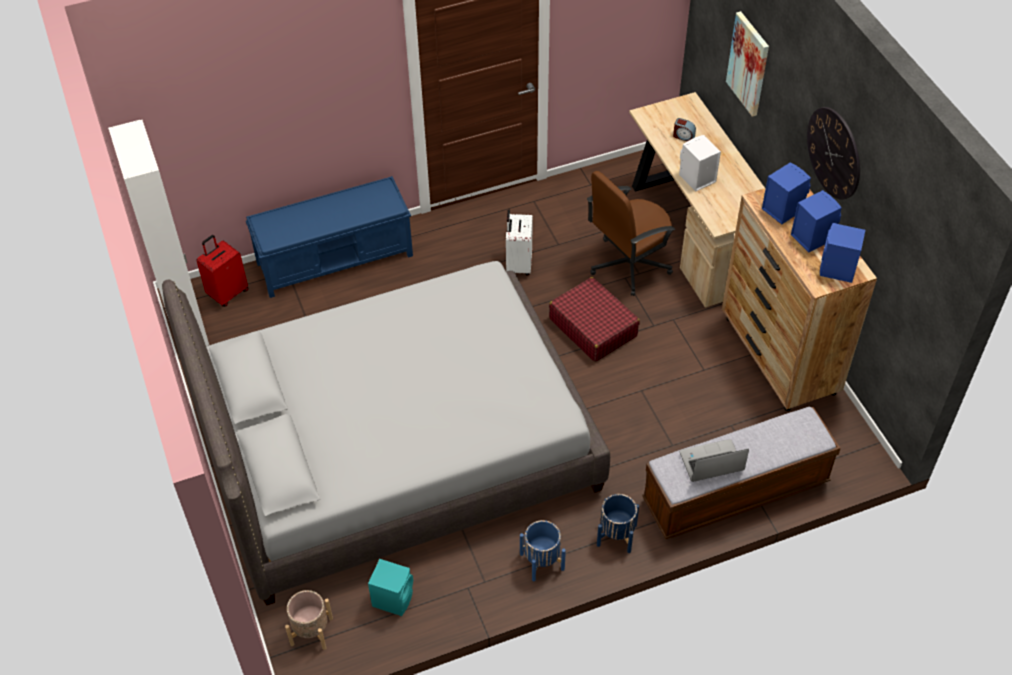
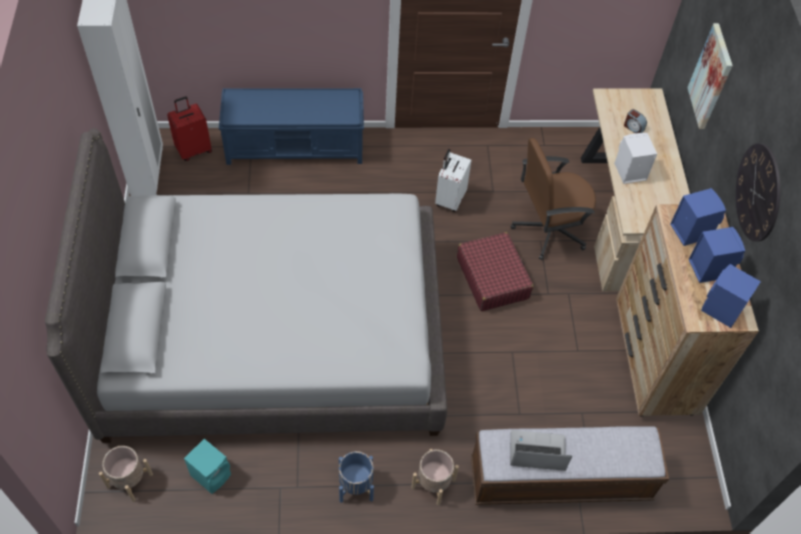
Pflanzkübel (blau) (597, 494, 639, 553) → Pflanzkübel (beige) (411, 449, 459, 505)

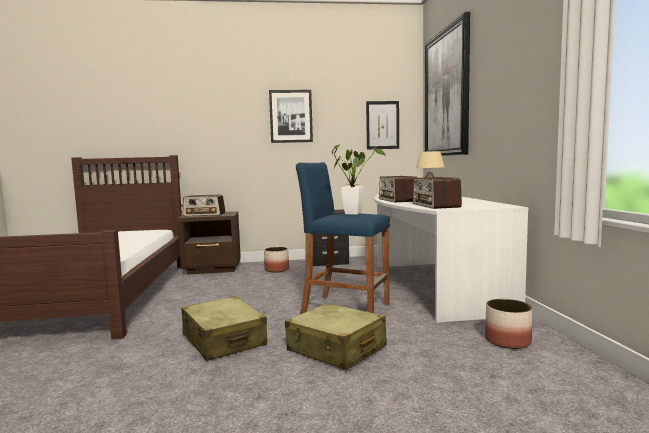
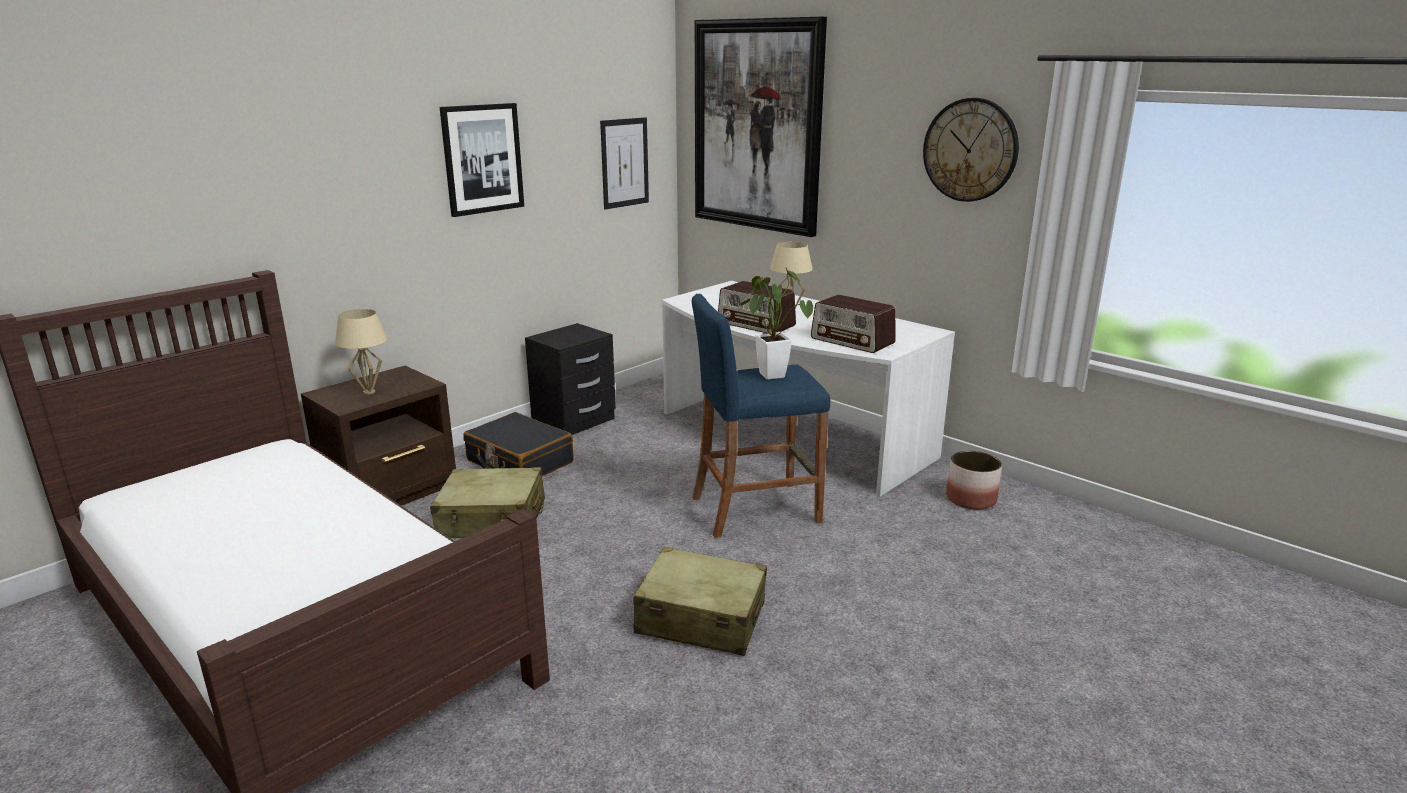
- → Wanduhr (923, 98, 1019, 202)
Koffer (beige) (285, 303, 387, 370) → Koffer (beige) (430, 467, 545, 538), shifted
Radio (183, 195, 225, 216) → Tischlampe (beige) (335, 309, 387, 394)
Pflanzkübel (264, 247, 289, 273) → Koffer (schwarz) (463, 412, 574, 476)

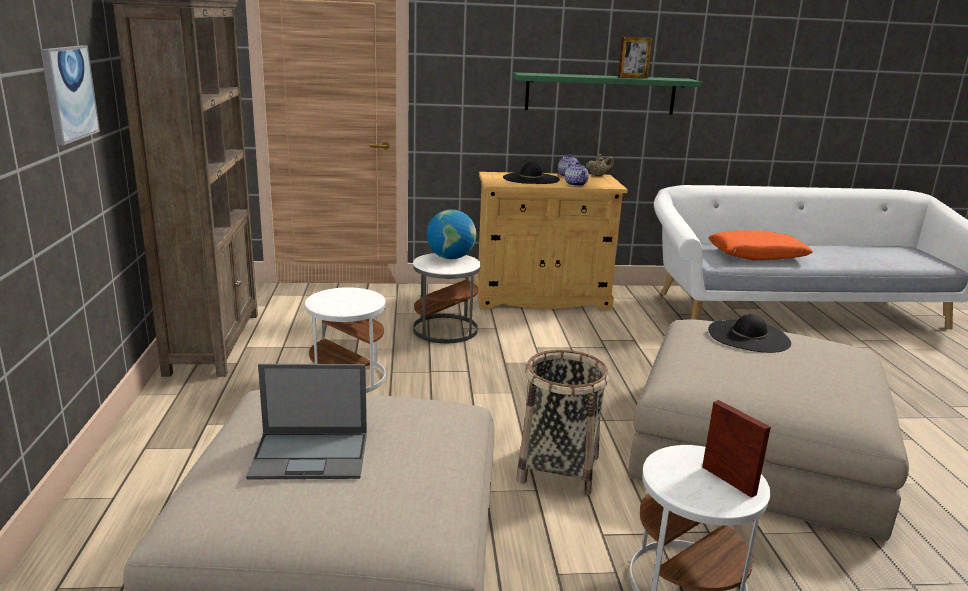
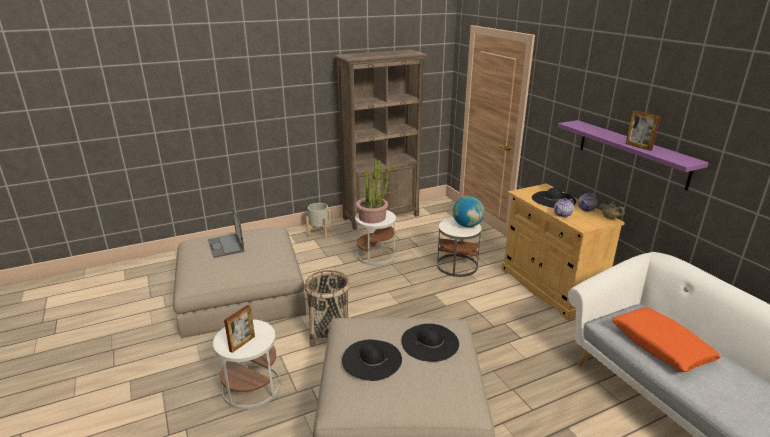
Bild (41, 45, 100, 146) → -
- → Pflanzkübel (grau) (306, 203, 331, 238)
- → Hut (schwarz) (342, 340, 402, 381)
- → Topfpflanze (356, 160, 393, 223)
Wandregal (grün) (513, 72, 701, 114) → Wandregal (lila) (558, 120, 709, 191)

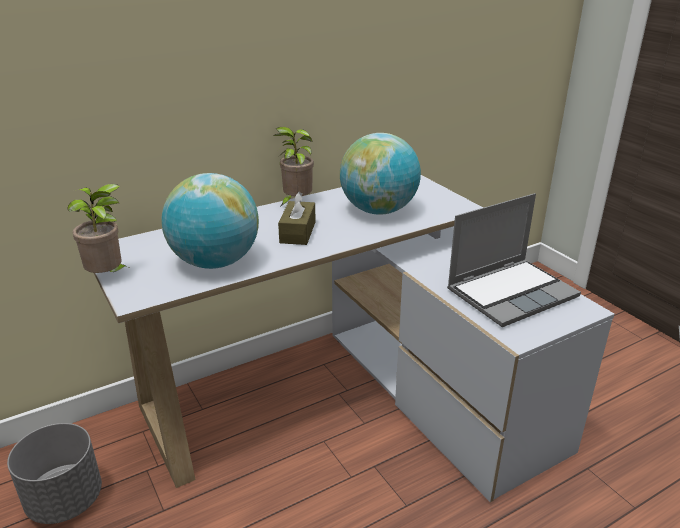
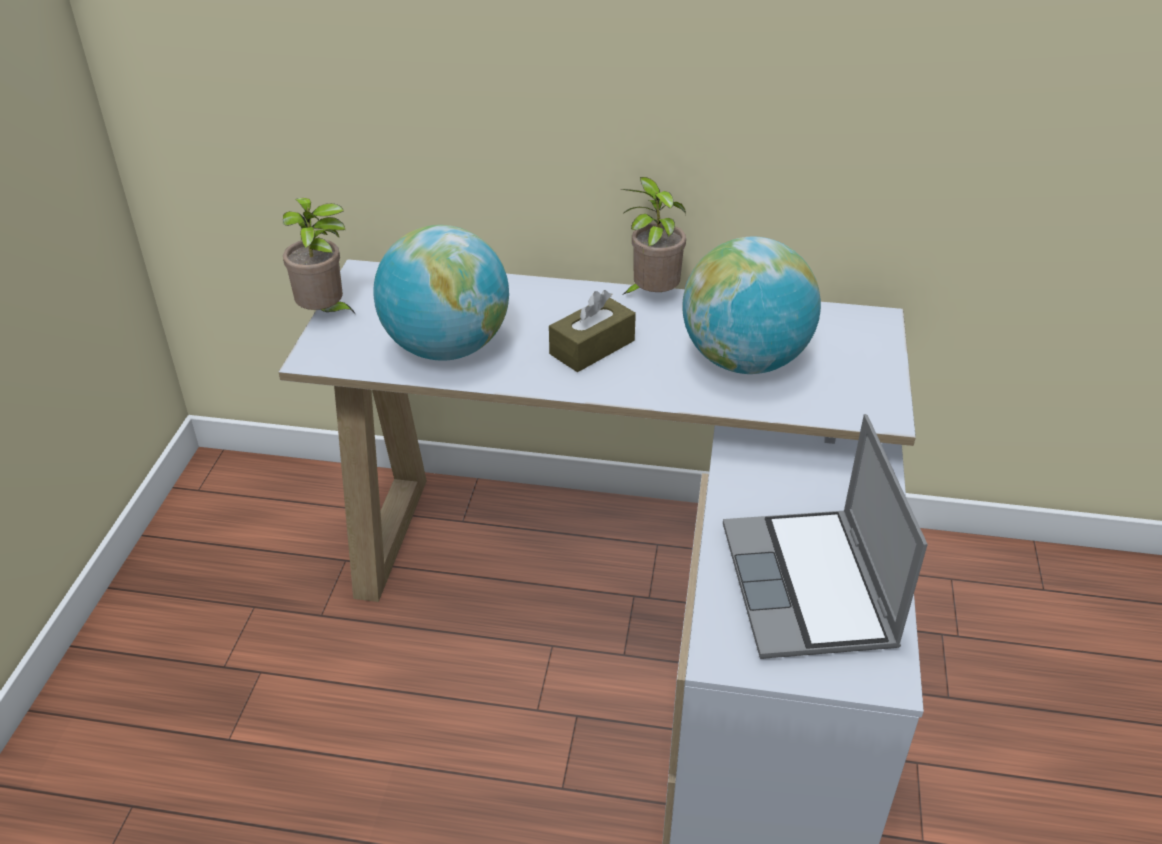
Pflanzkübel (grau) (7, 423, 102, 524) → -
Laptop (447, 193, 581, 327) → Laptop (723, 414, 928, 659), 75 degrees clockwise

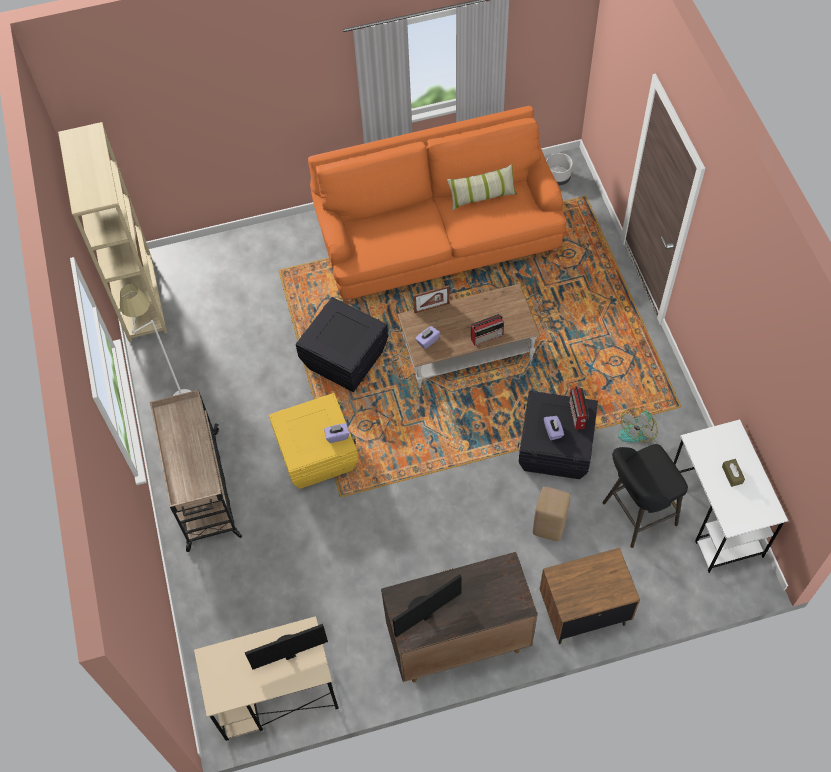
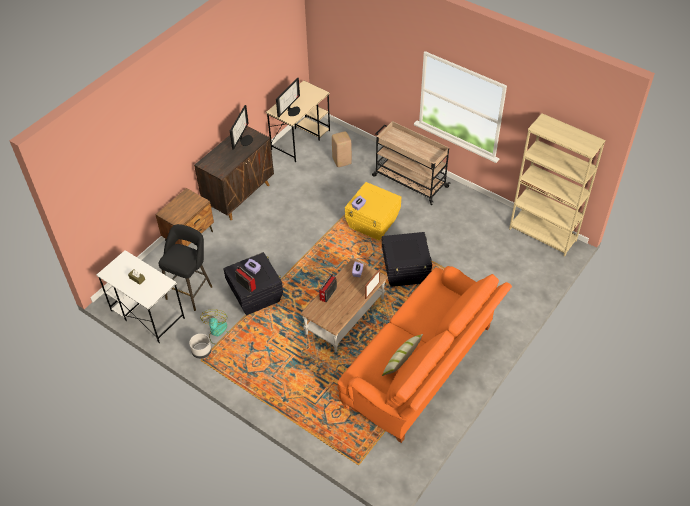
Stehlampe (weiß) (120, 284, 191, 396) → -
Hocker (beige) (533, 487, 571, 541) → Hocker (beige) (332, 131, 352, 167), shifted
Pflanzkübel (grau) (546, 153, 573, 186) → Pflanzkübel (grau) (189, 334, 212, 359), shifted

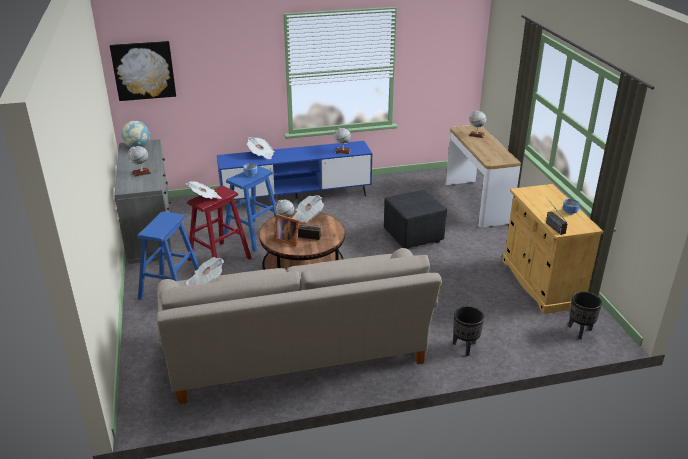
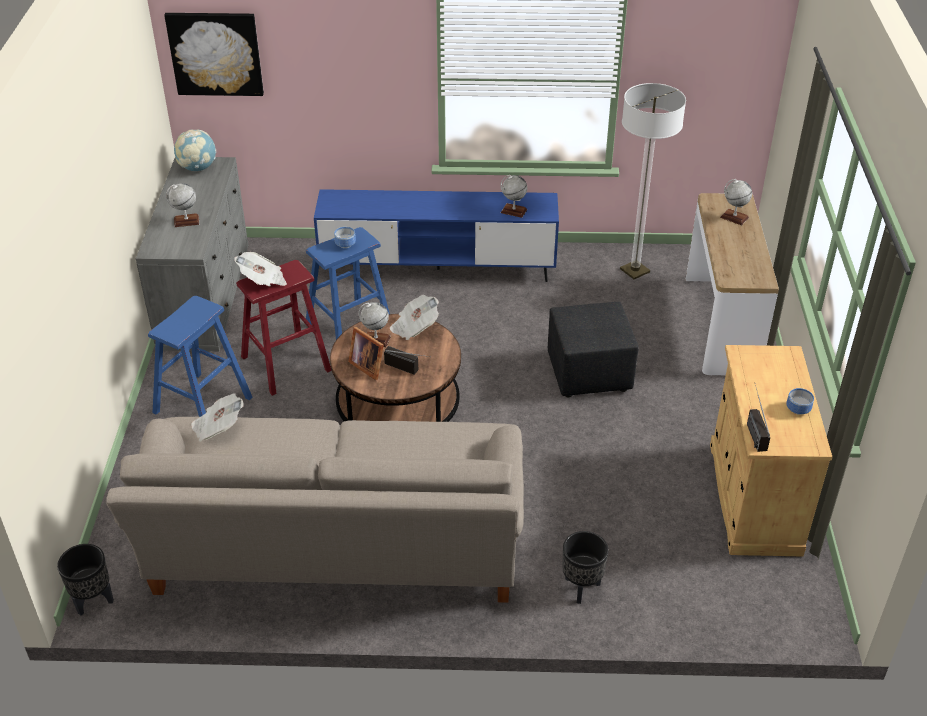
Zeitung (247, 137, 275, 159) → -
- → Stehlampe (620, 83, 686, 279)
Pflanzkübel (schwarz) (568, 292, 602, 340) → Pflanzkübel (schwarz) (57, 544, 114, 616), shifted

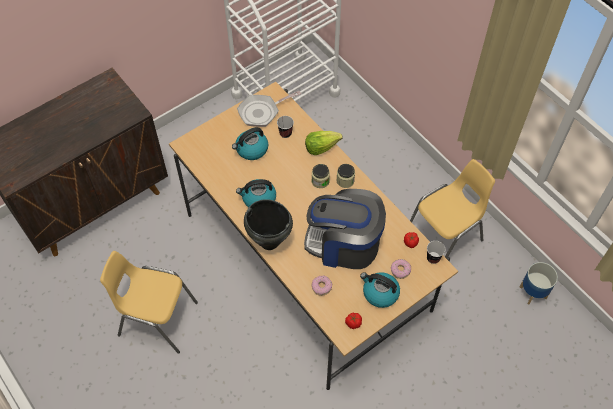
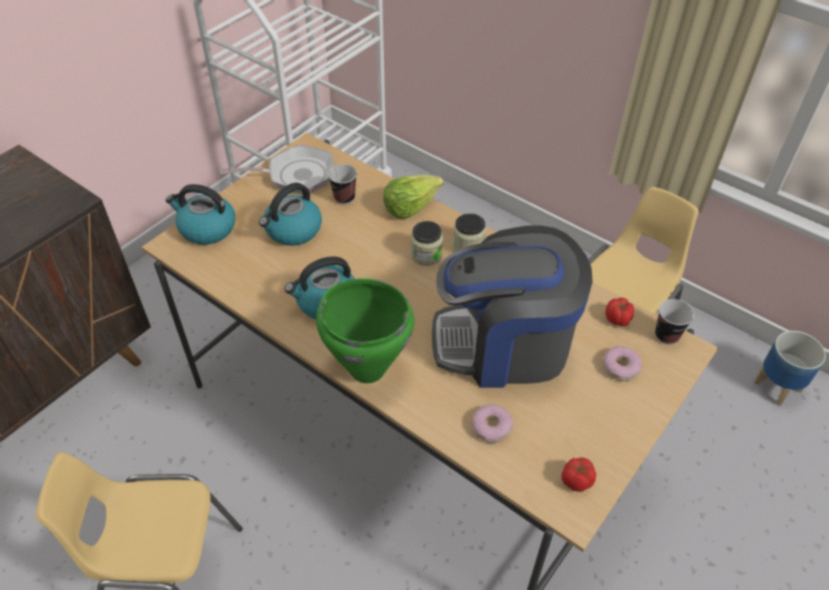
Wasserkessel (360, 272, 400, 308) → Wasserkessel (166, 184, 235, 245), shifted
Kochtopf (schwarz) (244, 199, 293, 250) → Kochtopf (grün) (316, 278, 414, 383)
Pfanne (237, 91, 301, 127) → Pfanne (220, 145, 335, 194), 150 degrees counterclockwise

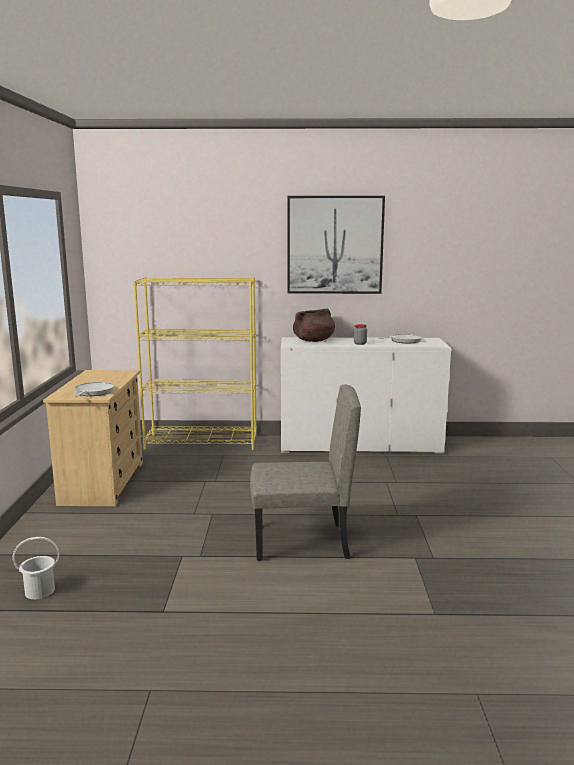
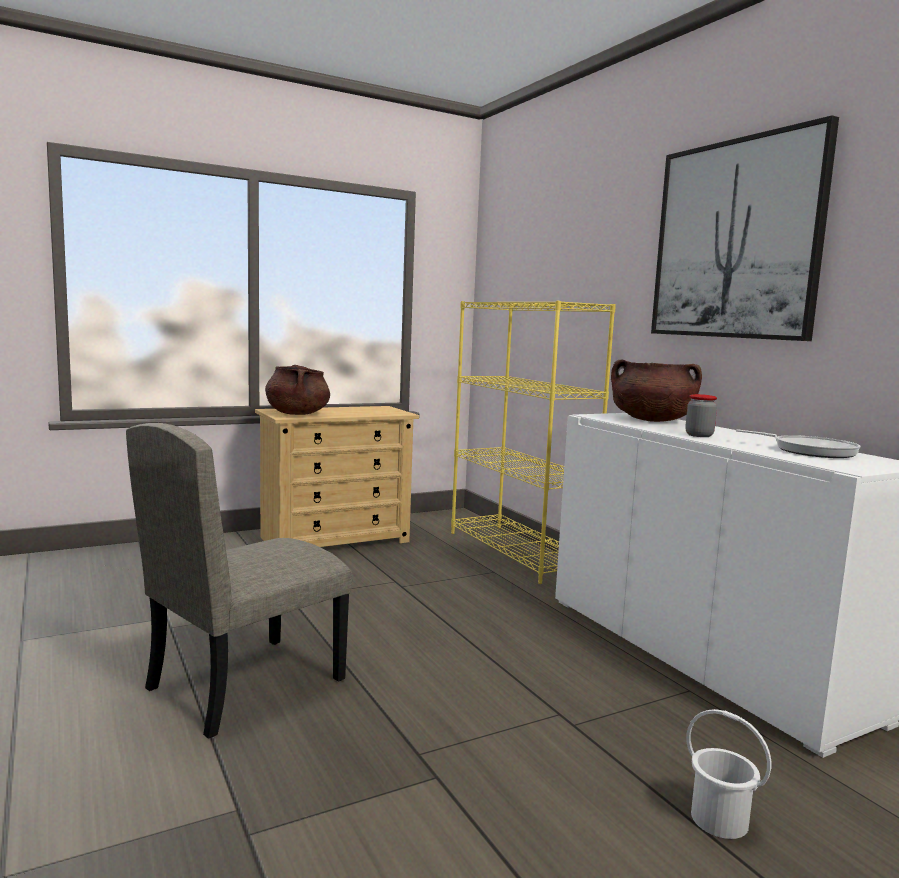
Eimer (weiß) (13, 537, 59, 599) → Eimer (weiß) (686, 709, 771, 839), shifted
Pfanne (74, 382, 114, 397) → Kochtopf (braun) (265, 365, 330, 415)
Stuhl (beige) (250, 385, 361, 561) → Stuhl (beige) (126, 423, 352, 739), 75 degrees clockwise

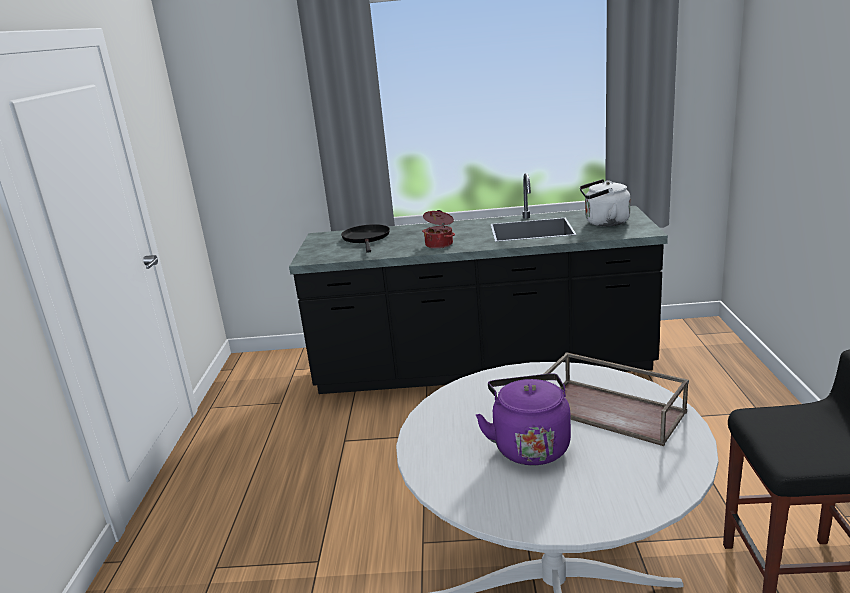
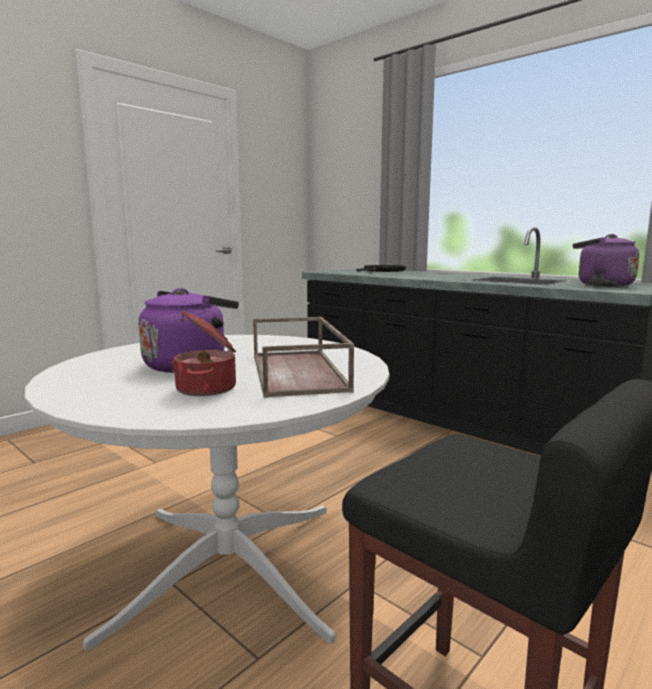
Kochtopf (422, 210, 455, 249) → Kochtopf (171, 311, 236, 396), shifted
Wasserkessel (weiß) (580, 179, 630, 226) → Wasserkessel (lila) (573, 234, 639, 287)

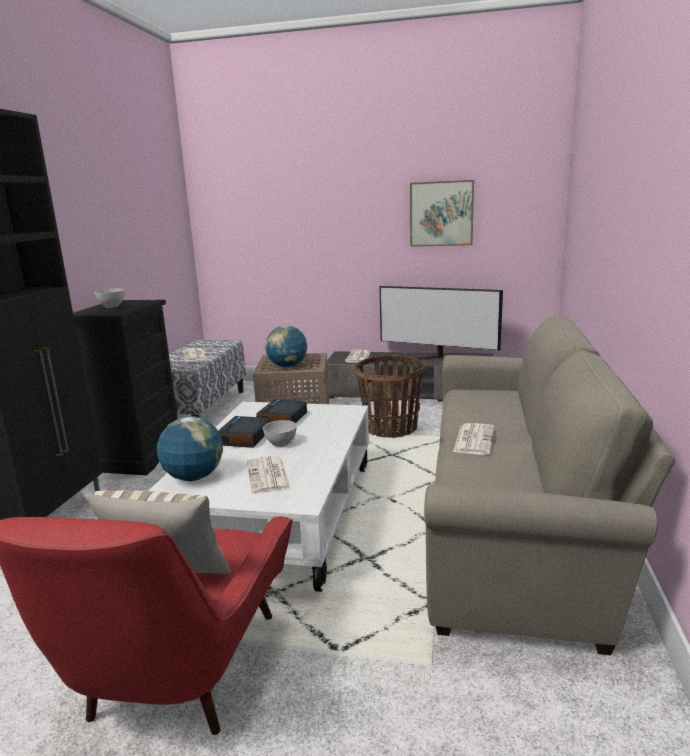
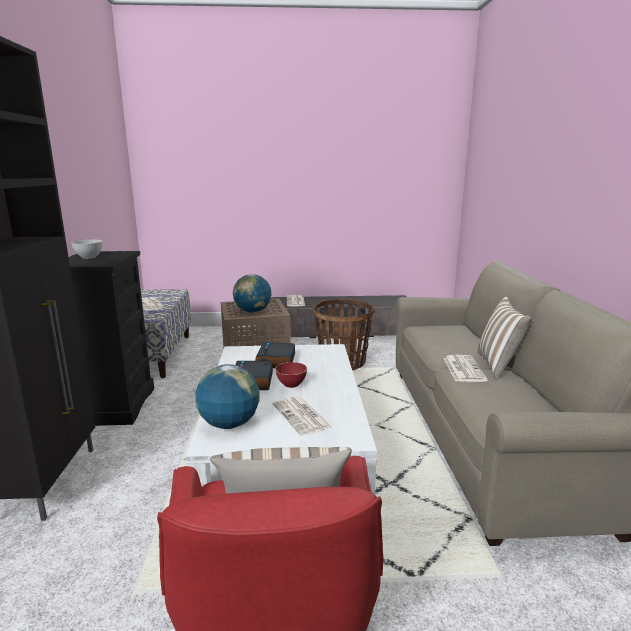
Fernseher (380, 286, 503, 360) → -
Bild (410, 180, 474, 247) → -
- → Kissen (477, 297, 532, 380)
Schüssel (grau) (263, 420, 297, 447) → Schüssel (rot) (275, 362, 307, 388)

